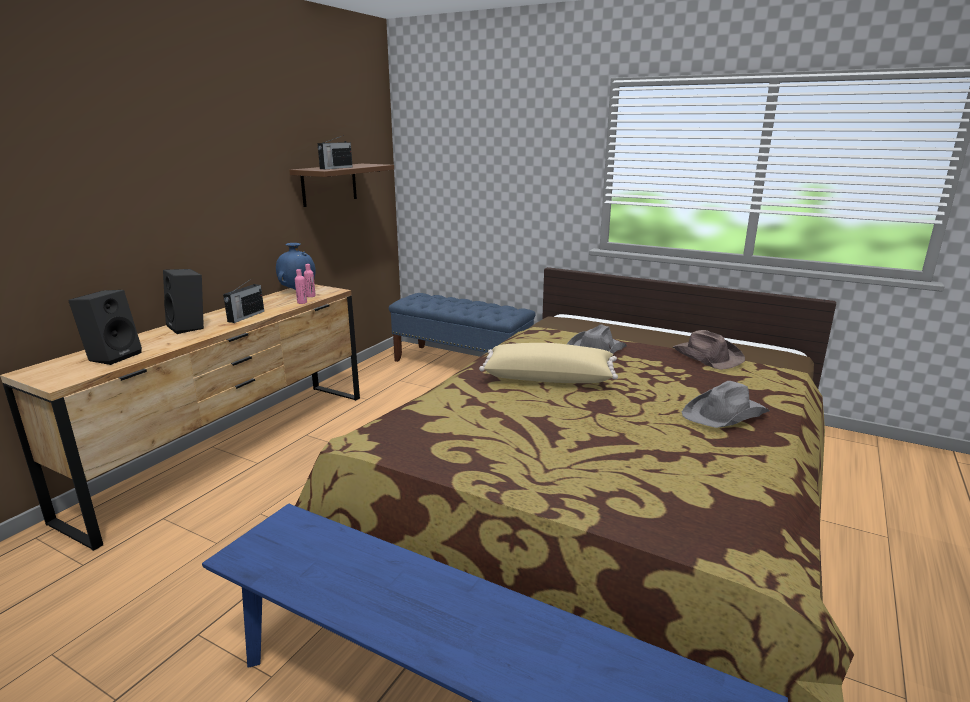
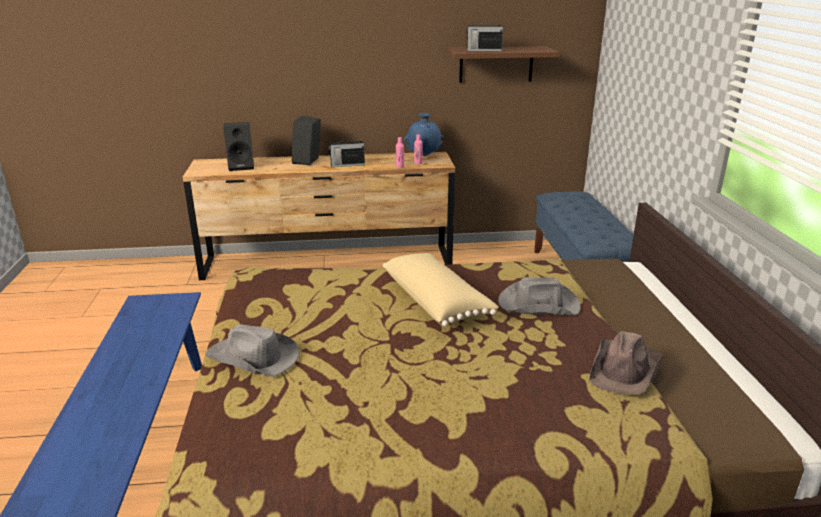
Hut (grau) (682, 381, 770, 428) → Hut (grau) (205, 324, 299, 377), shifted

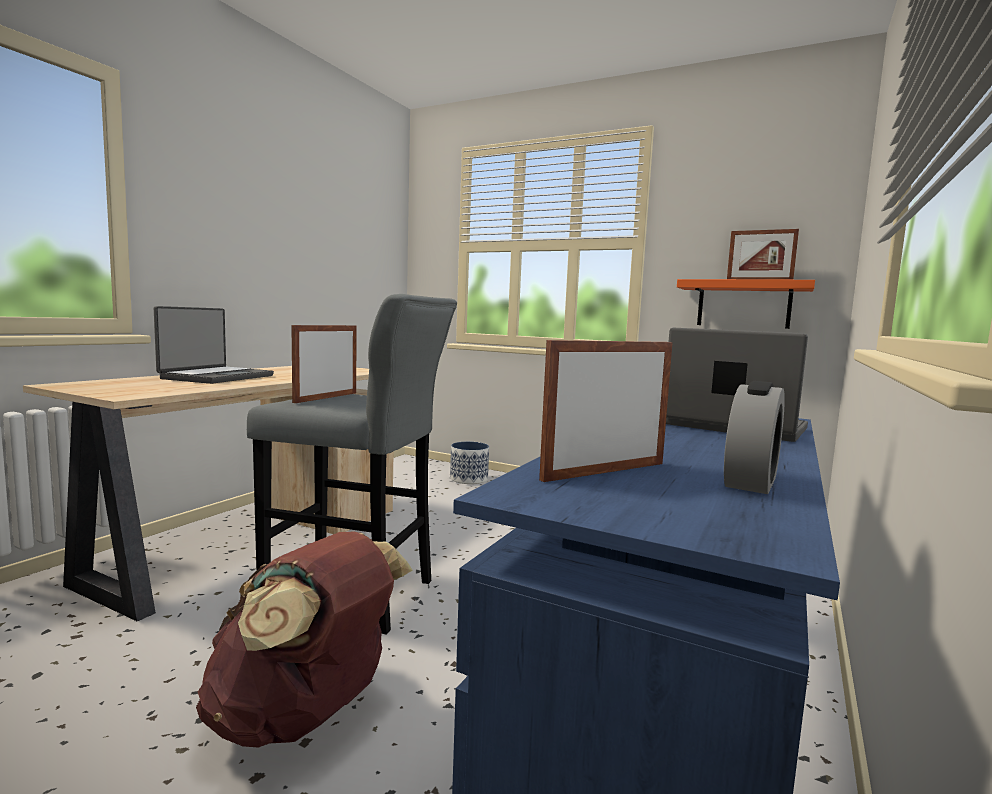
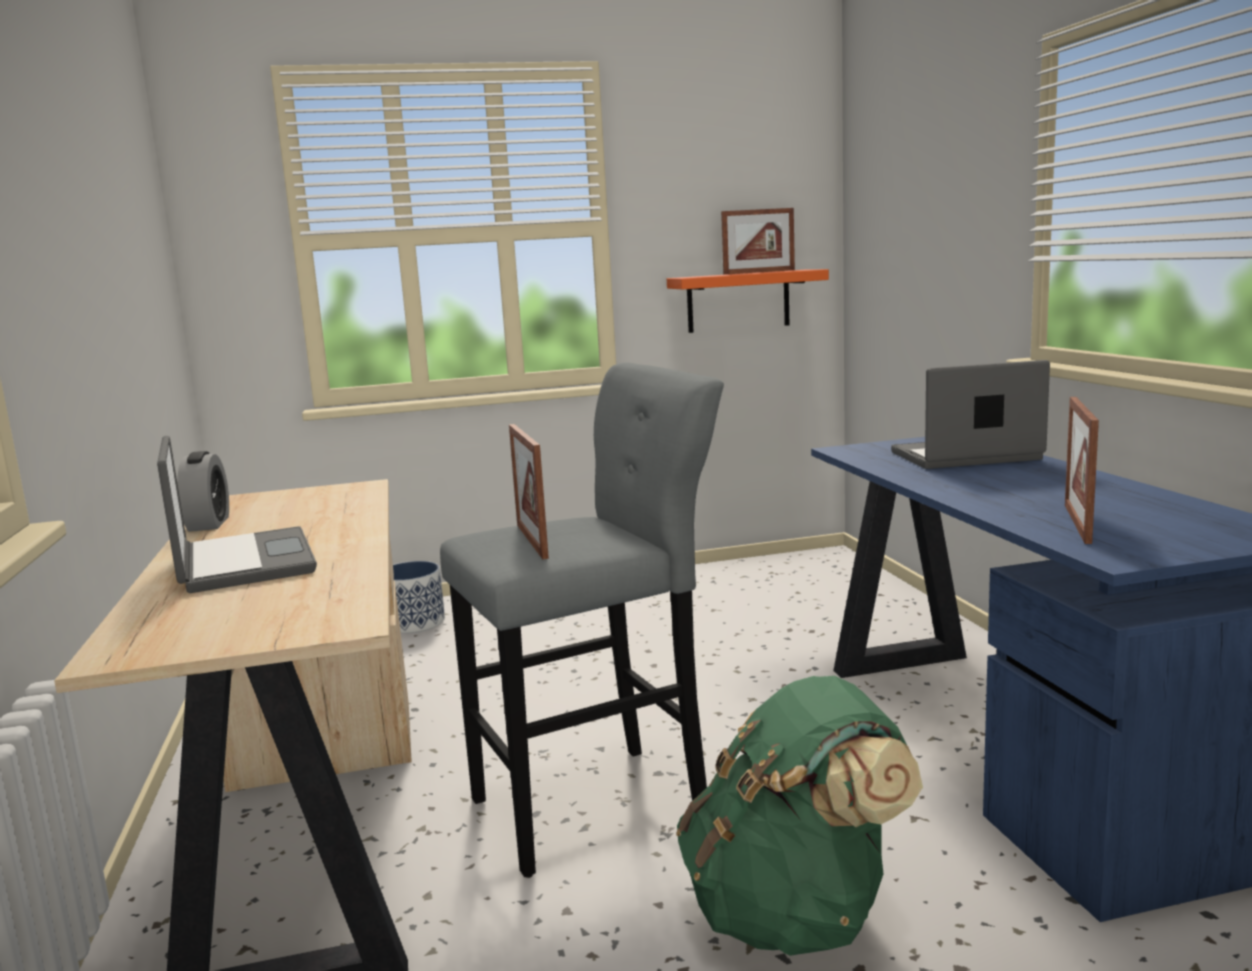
Wecker (724, 381, 785, 494) → Wecker (177, 451, 229, 532), shifted
Rucksack (braun) (196, 532, 412, 747) → Rucksack (grün) (676, 676, 923, 956)

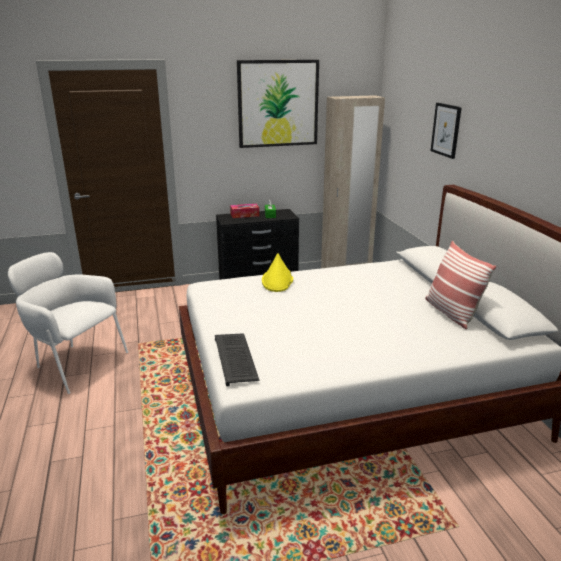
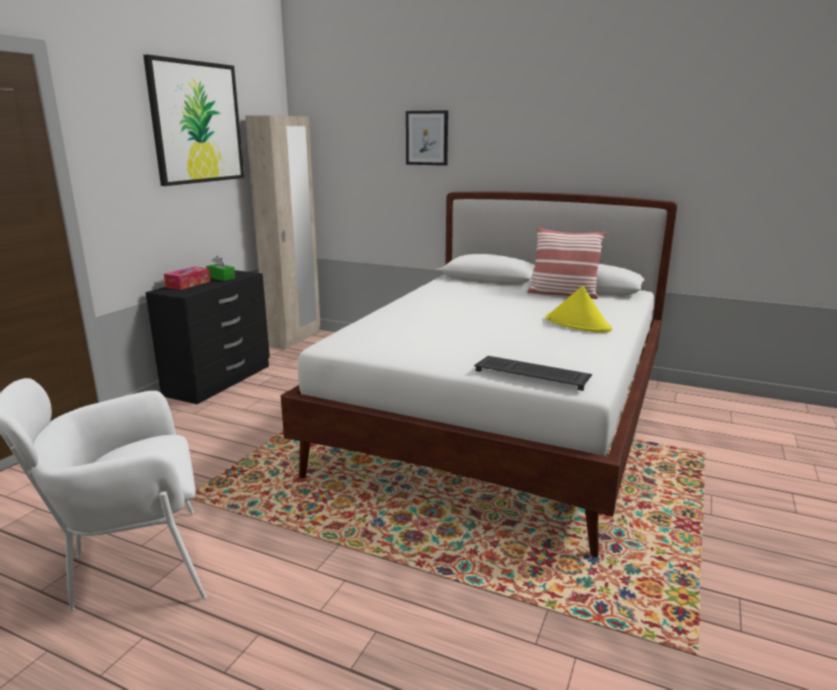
Hut (gelb) (262, 253, 293, 292) → Hut (gelb) (546, 286, 612, 333), shifted

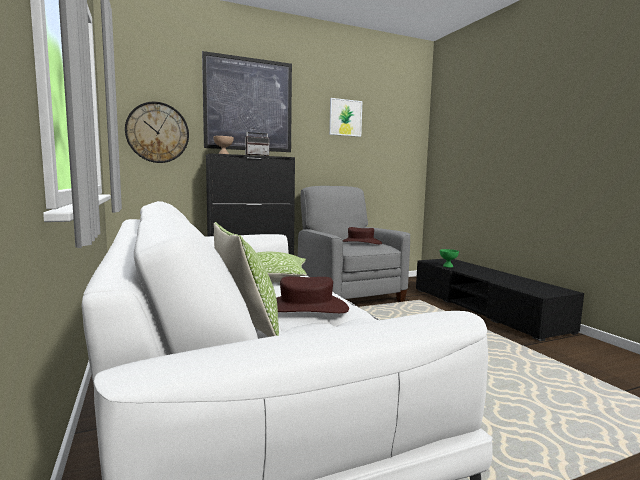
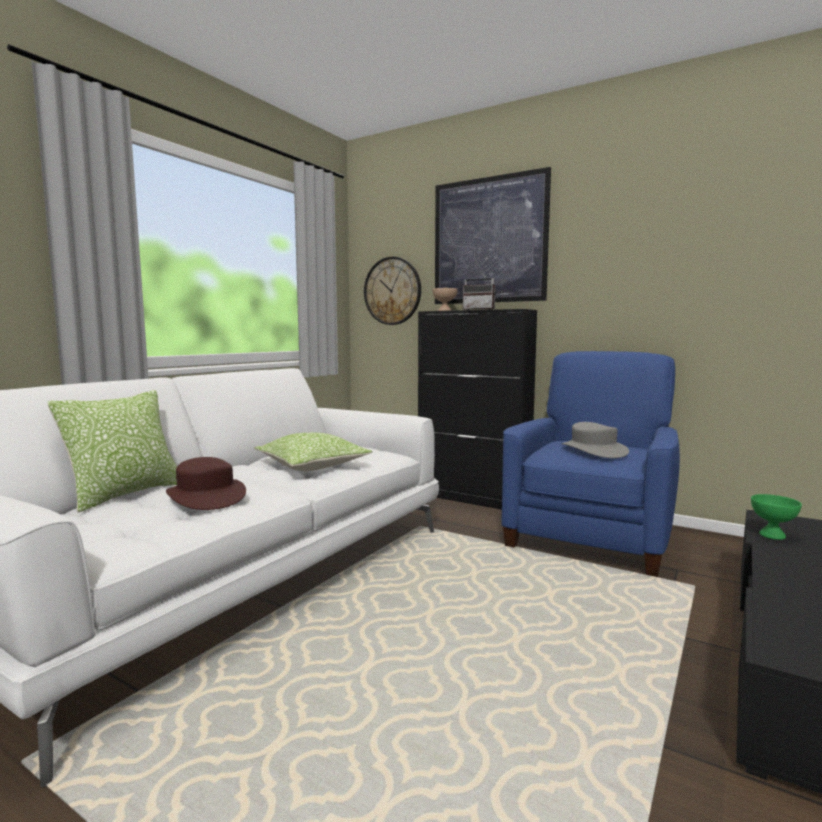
Bild (329, 98, 362, 137) → -
Sessel (grau) (298, 186, 410, 302) → Sessel (blau) (501, 351, 680, 577)
Hut (braun) (343, 227, 382, 244) → Hut (grau) (562, 422, 629, 458)

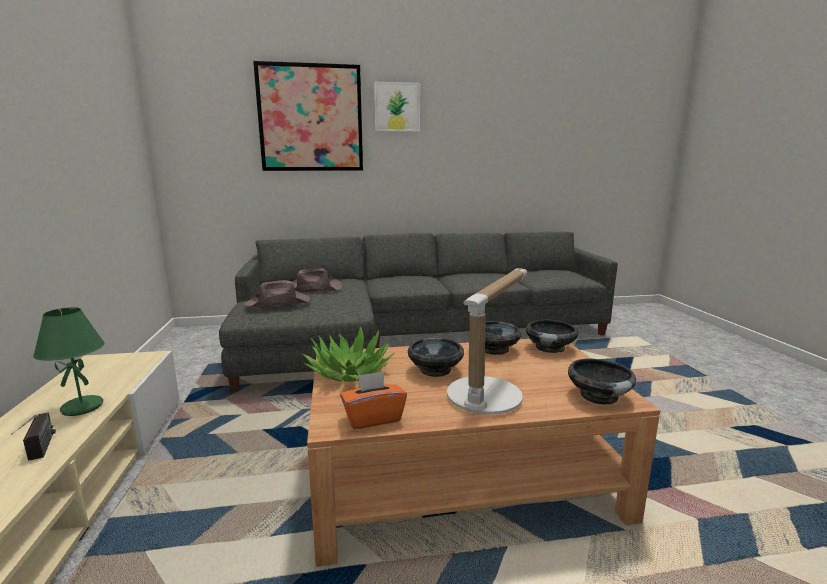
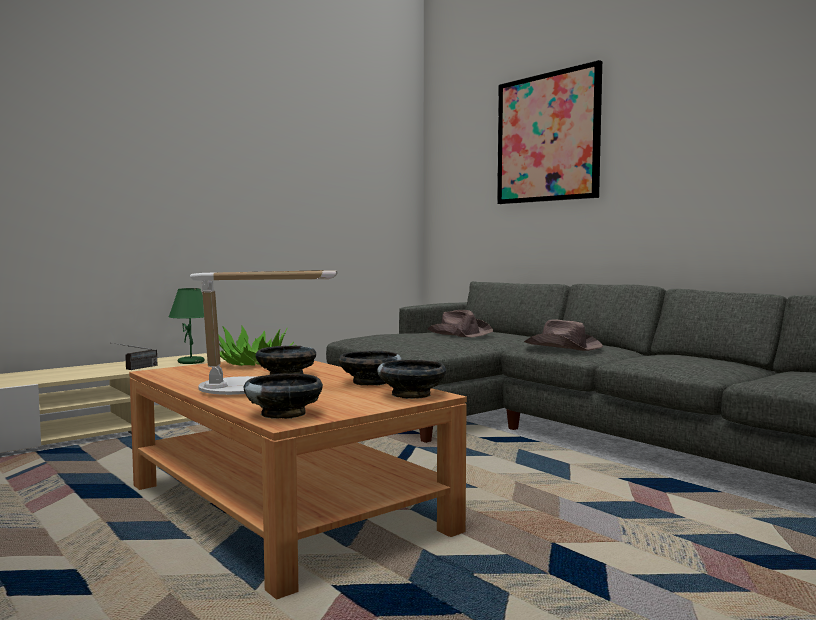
Taschentuchbox (orange) (340, 371, 407, 429) → -
Bild (374, 82, 420, 132) → -
Hut (braun) (244, 280, 310, 307) → Hut (braun) (524, 319, 603, 351), shifted

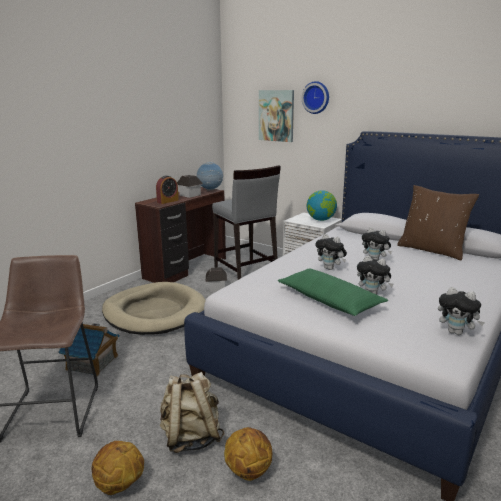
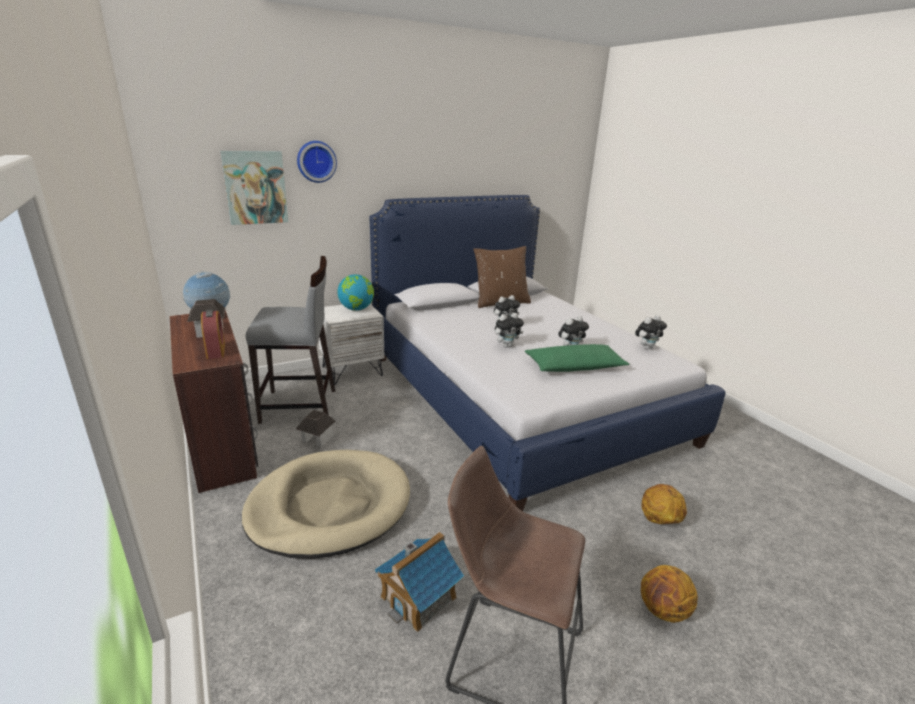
Rucksack (beige) (160, 372, 225, 453) → -

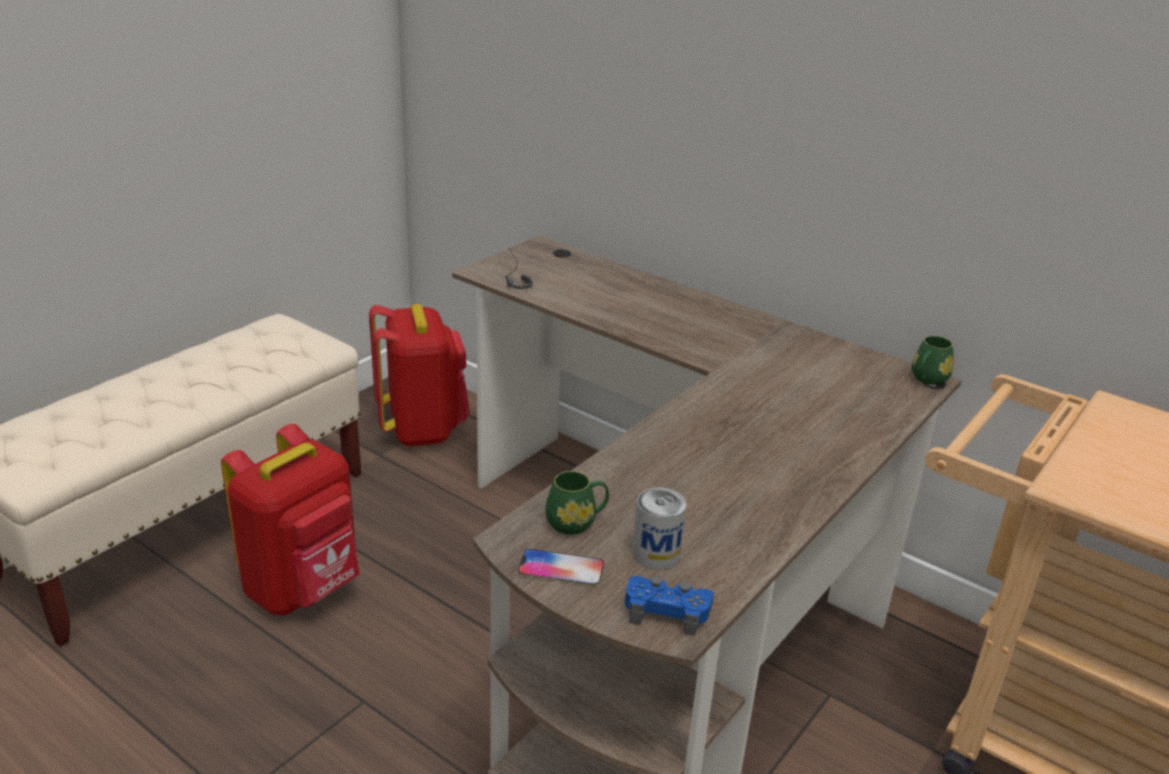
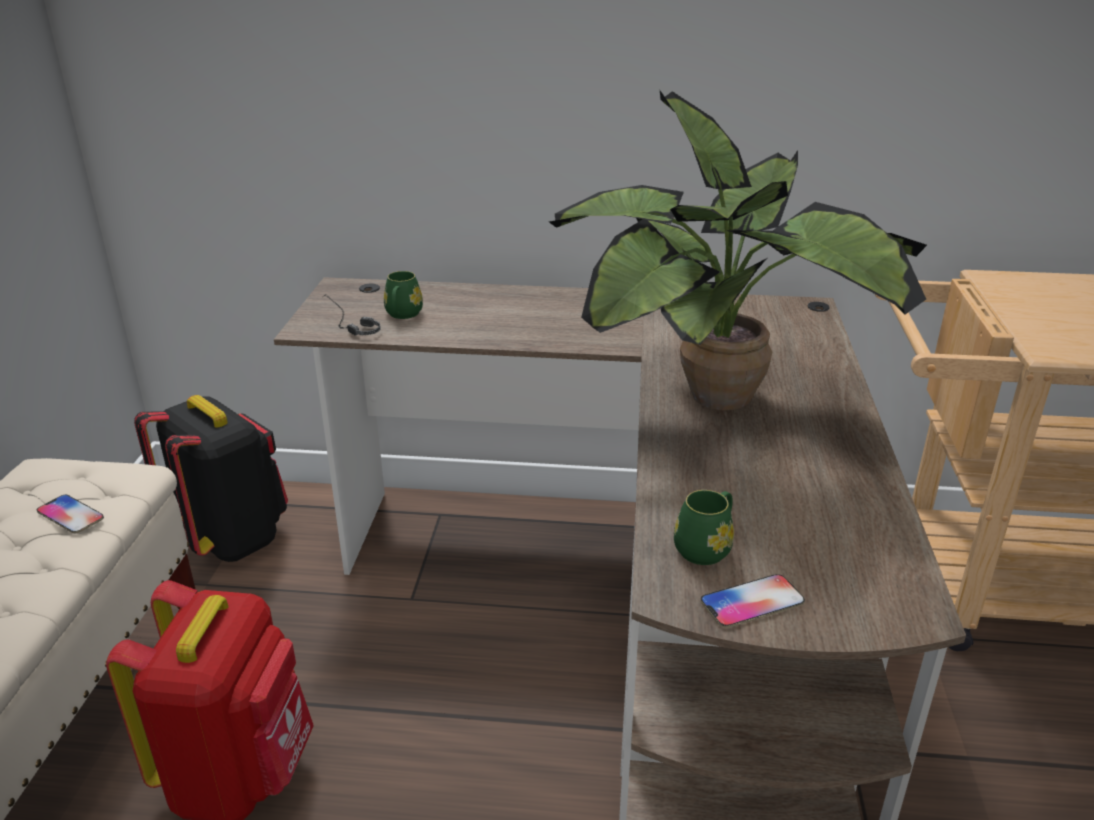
Gamepad (blau) (625, 576, 714, 636) → -
Dose (632, 487, 686, 570) → -
- → Handy (37, 495, 104, 533)
- → Topfpflanze (549, 91, 927, 410)
Henkelbecher (grün) (912, 336, 954, 385) → Henkelbecher (grün) (384, 271, 423, 319), shifted
Rucksack (rot) (369, 304, 470, 447) → Rucksack (schwarz) (134, 395, 288, 562)

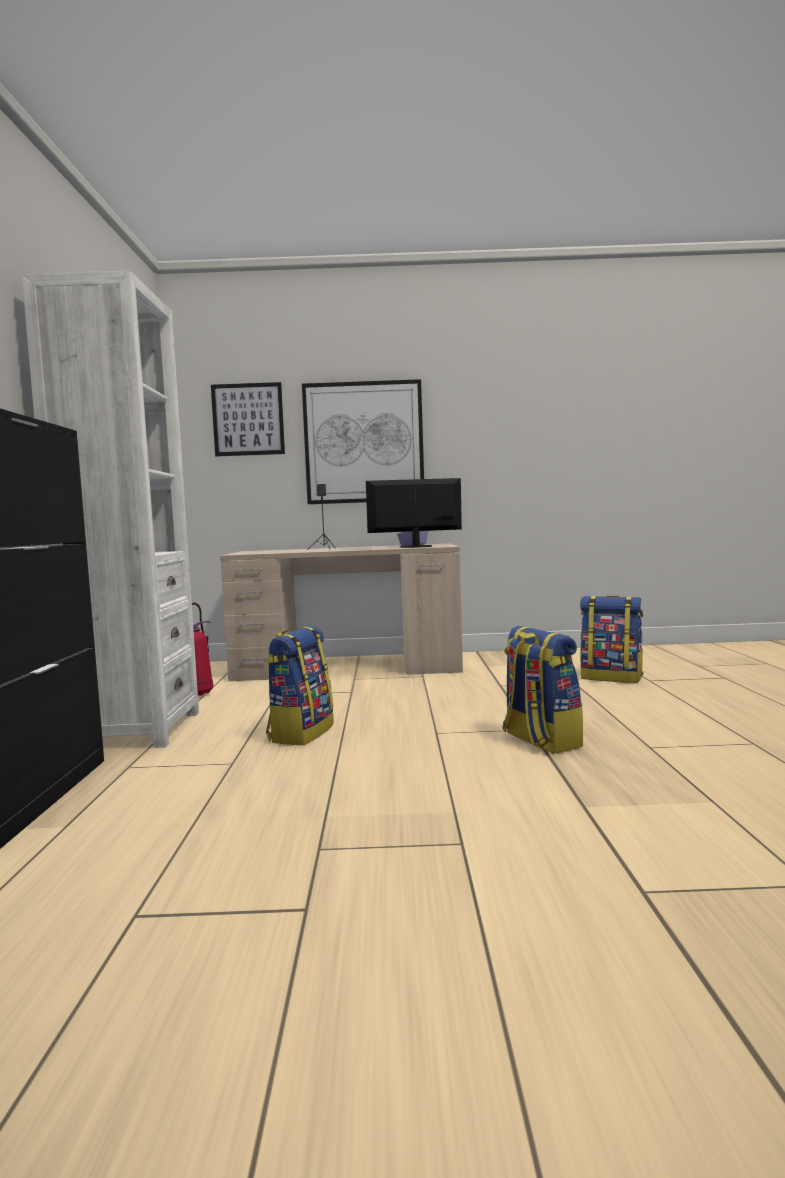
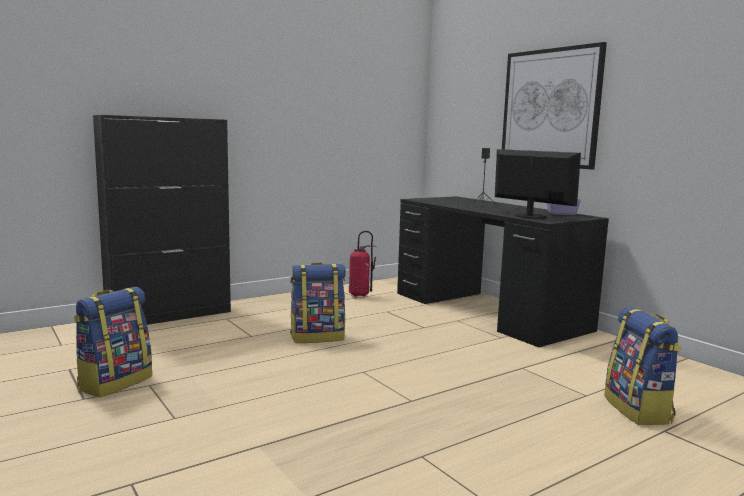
Bücherregal (weiß) (22, 271, 199, 748) → -
Bild (211, 382, 285, 456) → -
Rucksack (503, 626, 583, 754) → Rucksack (74, 287, 152, 397), shifted
Schreibtisch (beige) (220, 544, 463, 681) → Schreibtisch (schwarz) (397, 196, 609, 347)

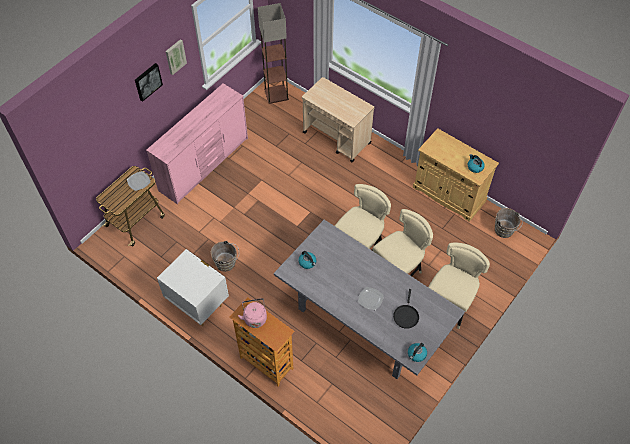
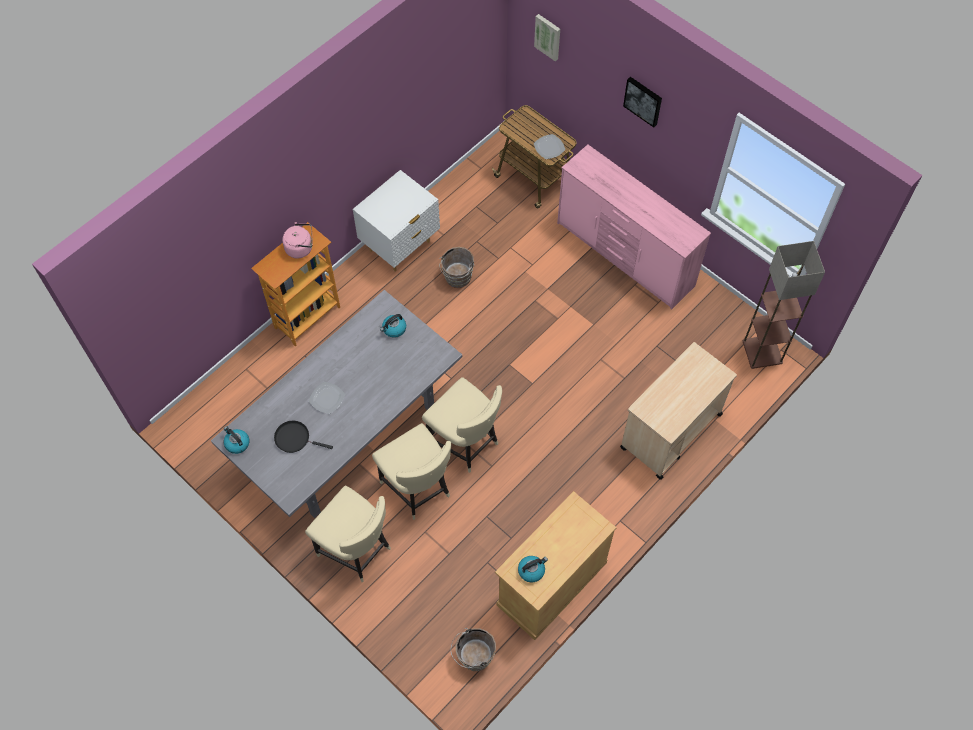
Bild (166, 39, 187, 75) → Bild (534, 14, 560, 61), shifted

